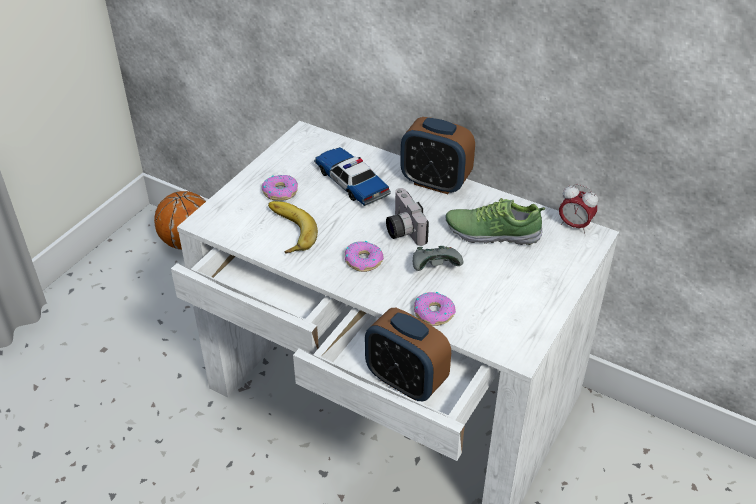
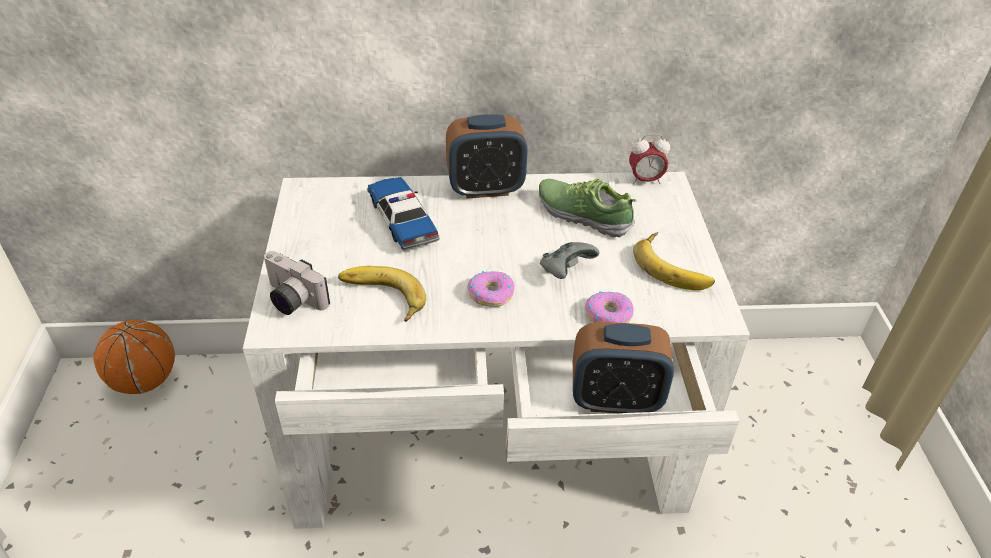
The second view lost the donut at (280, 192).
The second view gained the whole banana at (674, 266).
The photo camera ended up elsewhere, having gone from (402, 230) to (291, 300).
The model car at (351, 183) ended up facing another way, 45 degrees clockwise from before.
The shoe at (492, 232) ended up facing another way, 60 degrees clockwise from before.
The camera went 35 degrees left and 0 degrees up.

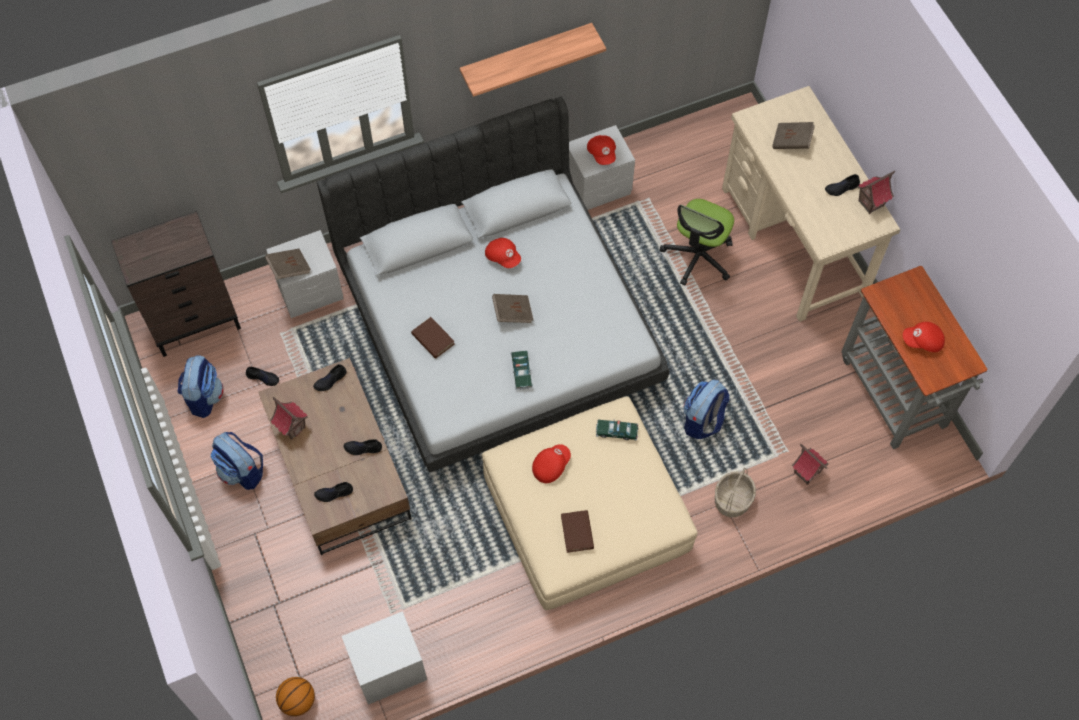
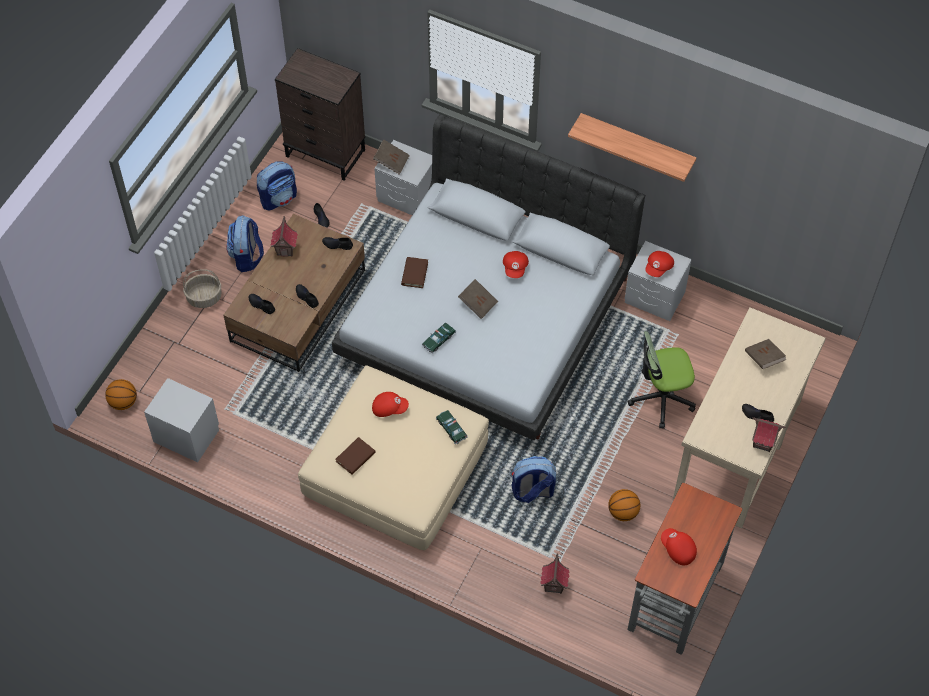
The second view gained the basketball at (622, 512).
The storage basket ended up elsewhere, having gone from (732, 500) to (204, 298).
The camera went 50 degrees right and 5 degrees down.

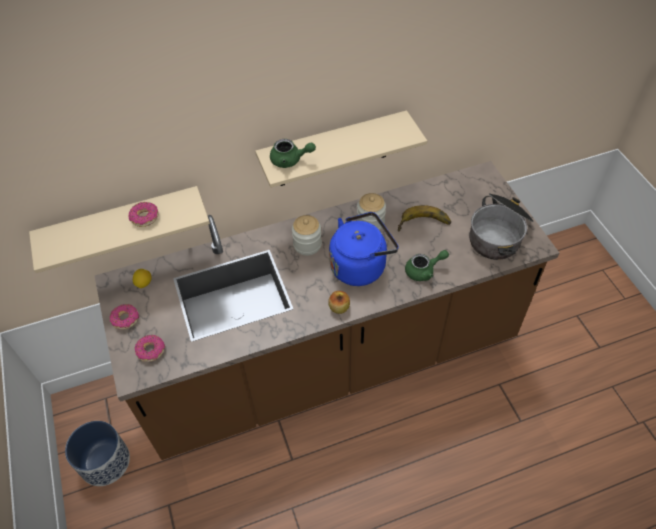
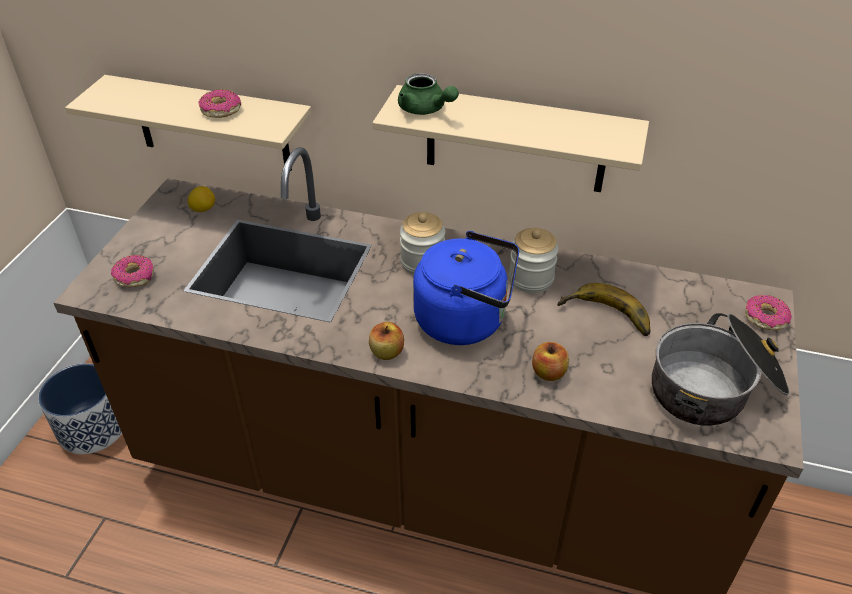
The donut ended up elsewhere, having gone from (125, 319) to (765, 318).
Where the green pot for tea stood at (424, 271), the apple came to stand at (548, 373).
The camera went 35 degrees right and 10 degrees down.

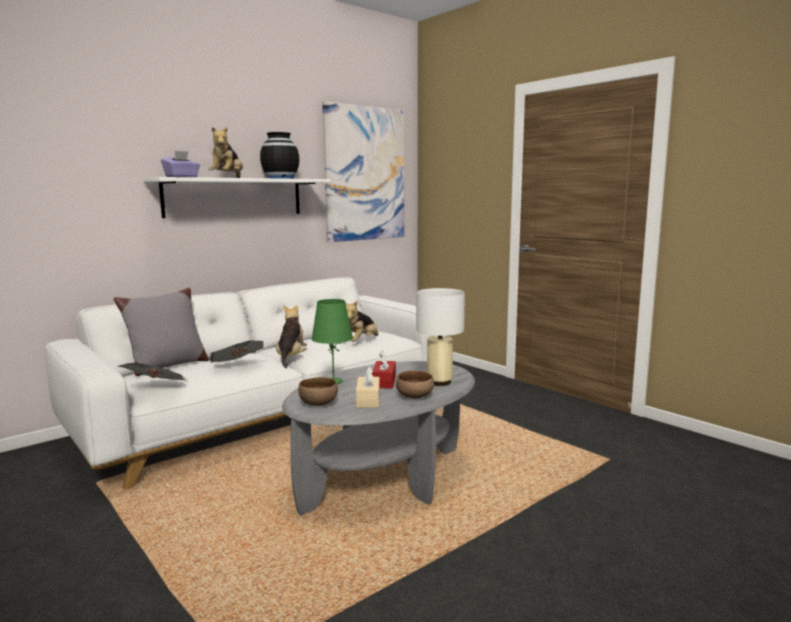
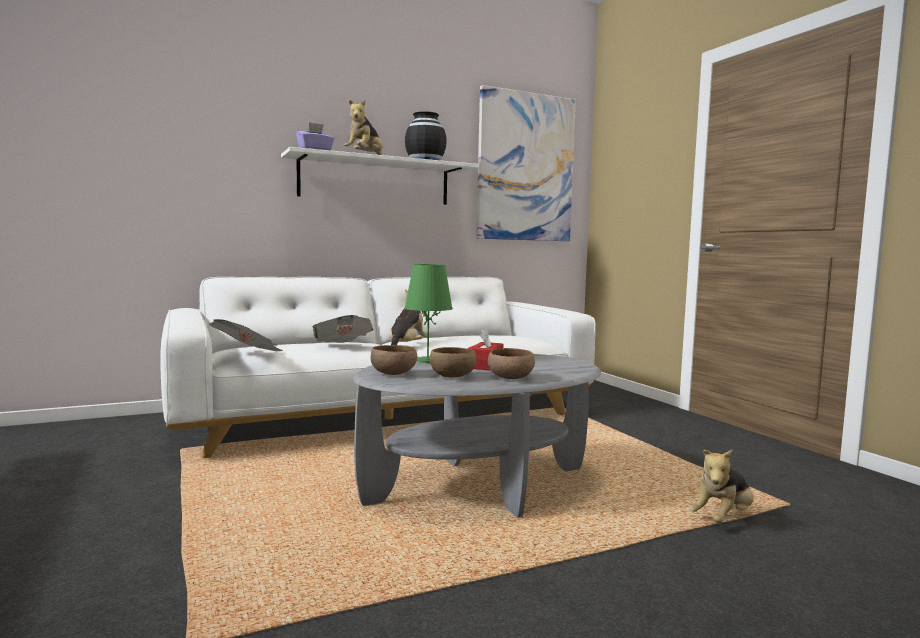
The second view lost the greyish throw pillow at (167, 366).
The second view lost the white table lamp at (439, 382).
The plush toy ended up elsewhere, having gone from (360, 342) to (723, 518).
Where the beige-coloured tissue box stood at (368, 400), the brown-coloured bowl came to stand at (452, 376).
The camera went 15 degrees right and 5 degrees down.

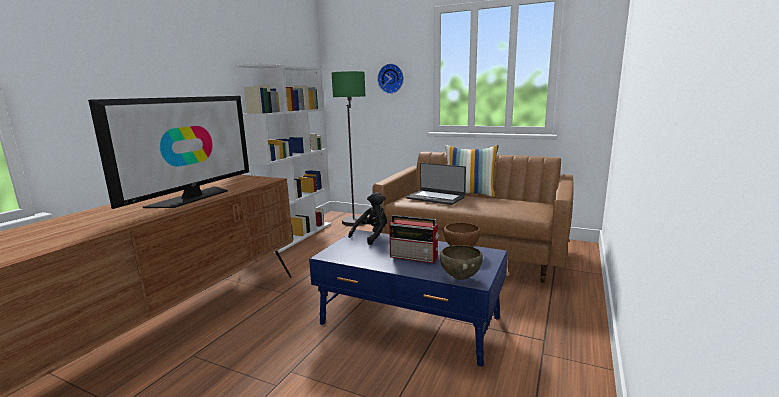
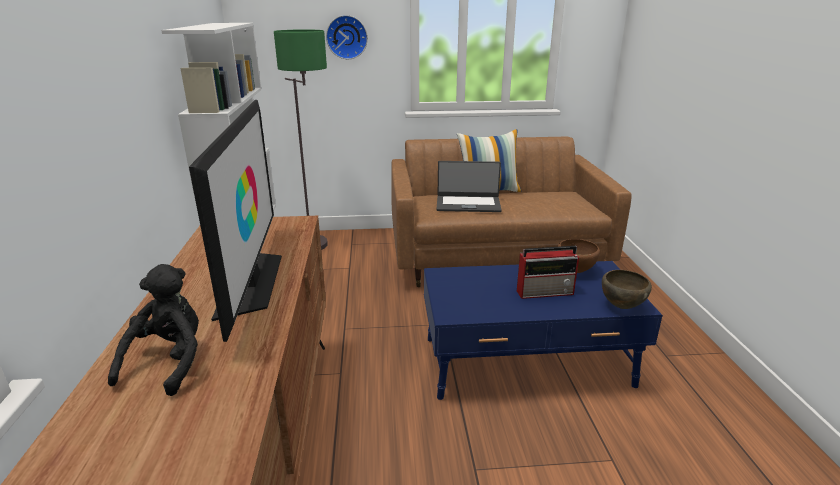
The black-coloured plush toy ended up elsewhere, having gone from (372, 236) to (169, 362).
The camera went 30 degrees left and 10 degrees up.

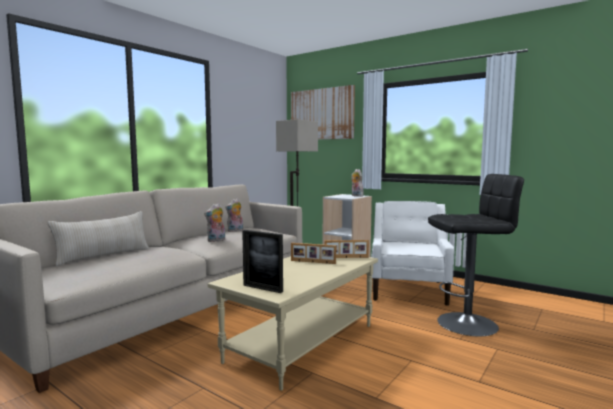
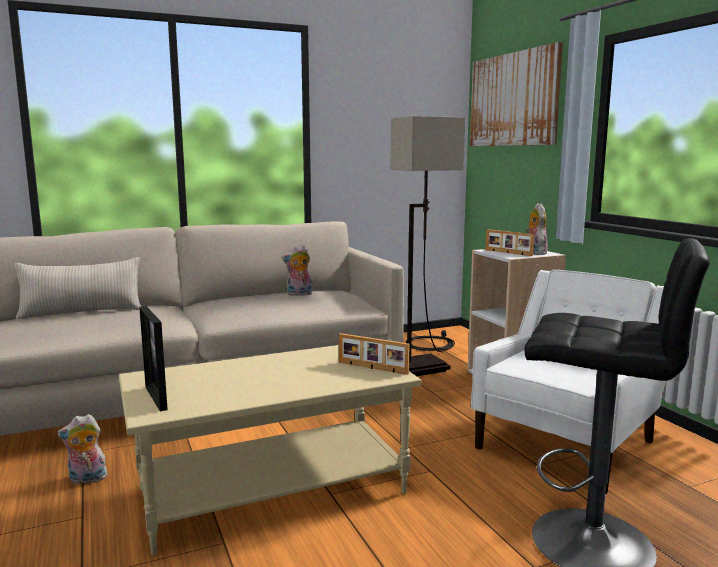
The plush toy ended up elsewhere, having gone from (216, 240) to (86, 479).
The standing frame ended up elsewhere, having gone from (313, 262) to (508, 253).
The camera went 30 degrees right and 5 degrees up.

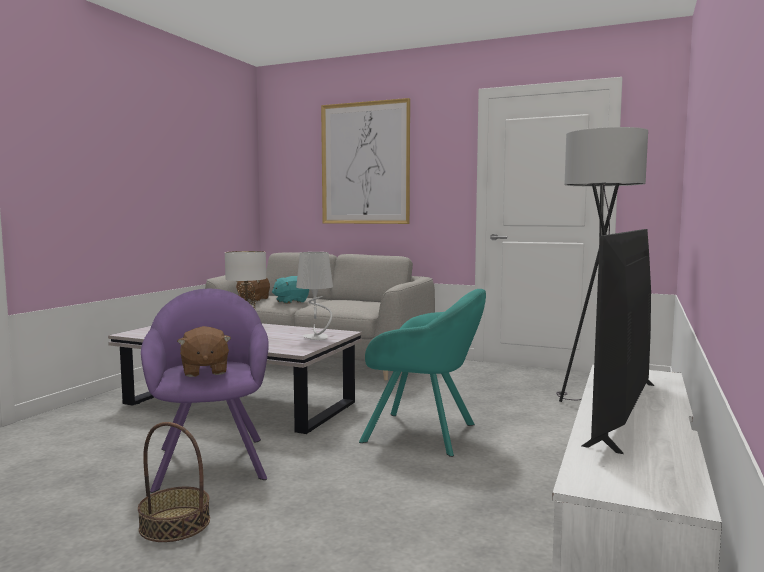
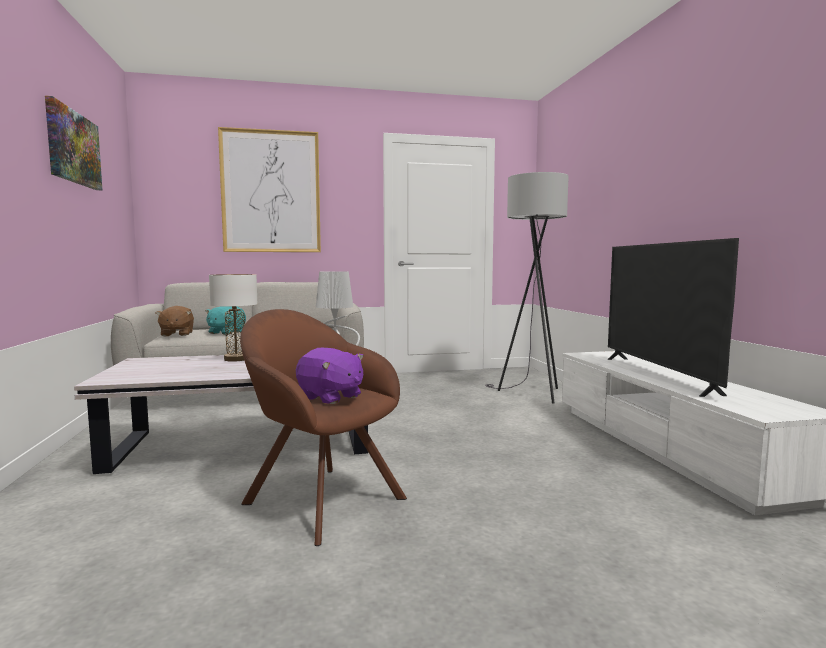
The second view lost the storage basket at (174, 524).
The second view lost the blue-green armchair at (425, 434).
The second view gained the picture at (73, 147).
What was the purplish armchair at (211, 459) turned into the brown-coloured armchair at (319, 498).
What was the brown-coloured plush toy at (204, 371) turned into the purplish plush toy at (330, 397).
The camera went 35 degrees left and 0 degrees up.

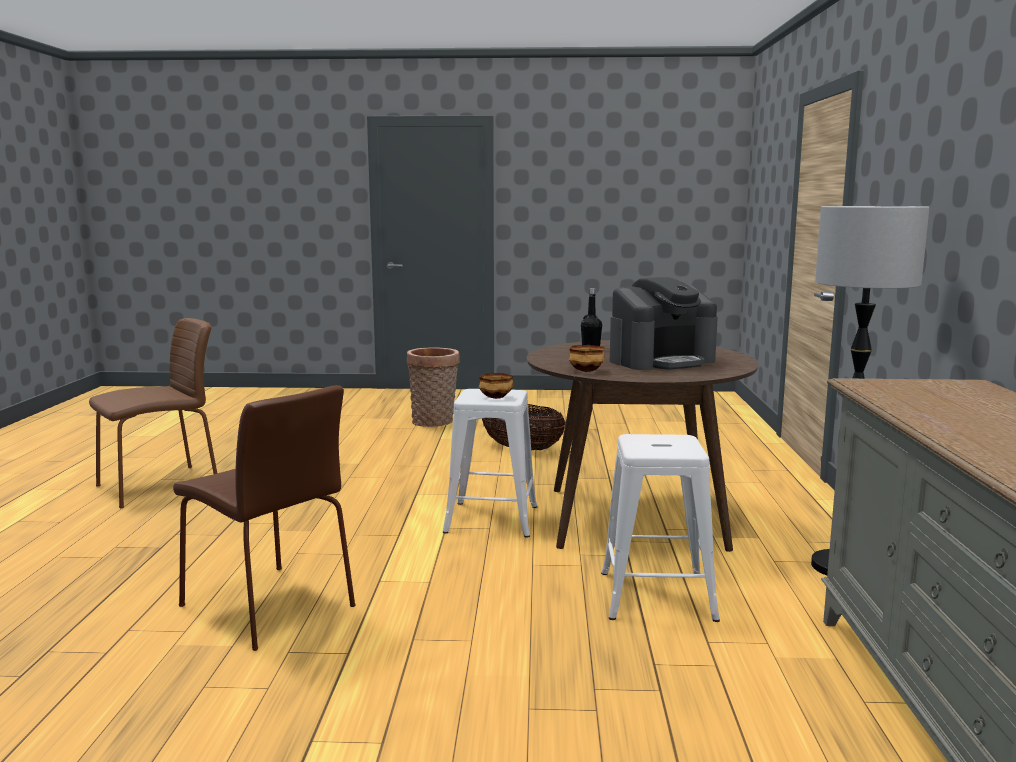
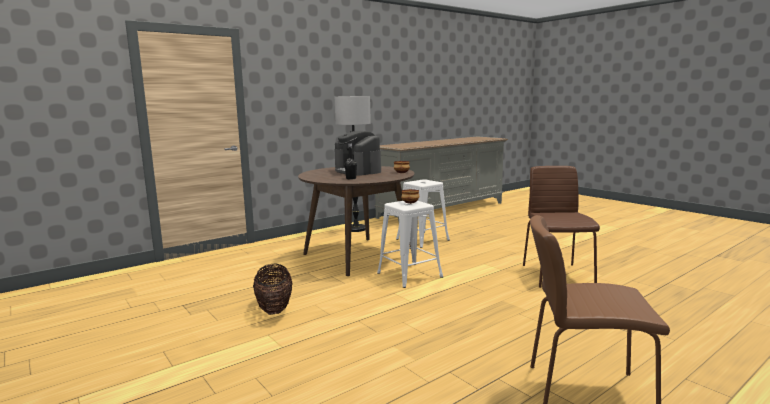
The second view lost the storage basket at (434, 423).
The coffee machine at (661, 361) ended up facing another way, 150 degrees counterclockwise from before.
The camera went 130 degrees left and 0 degrees up.

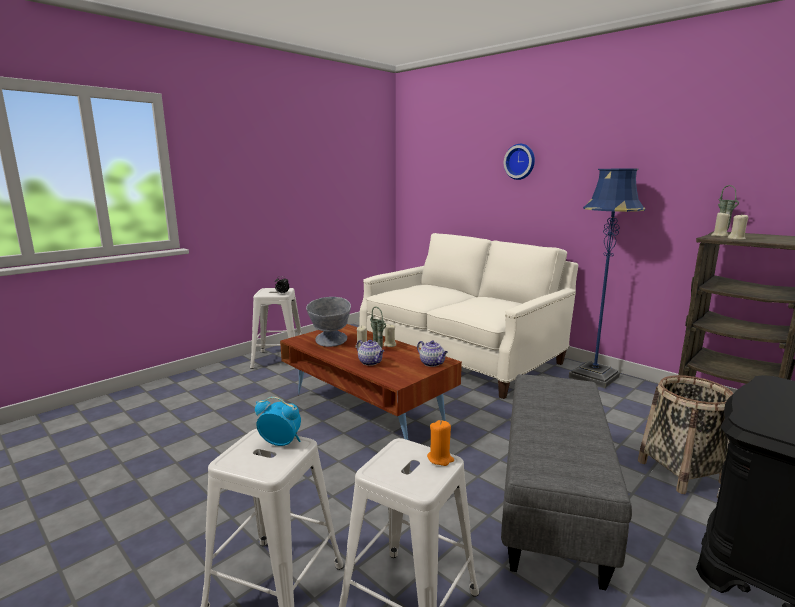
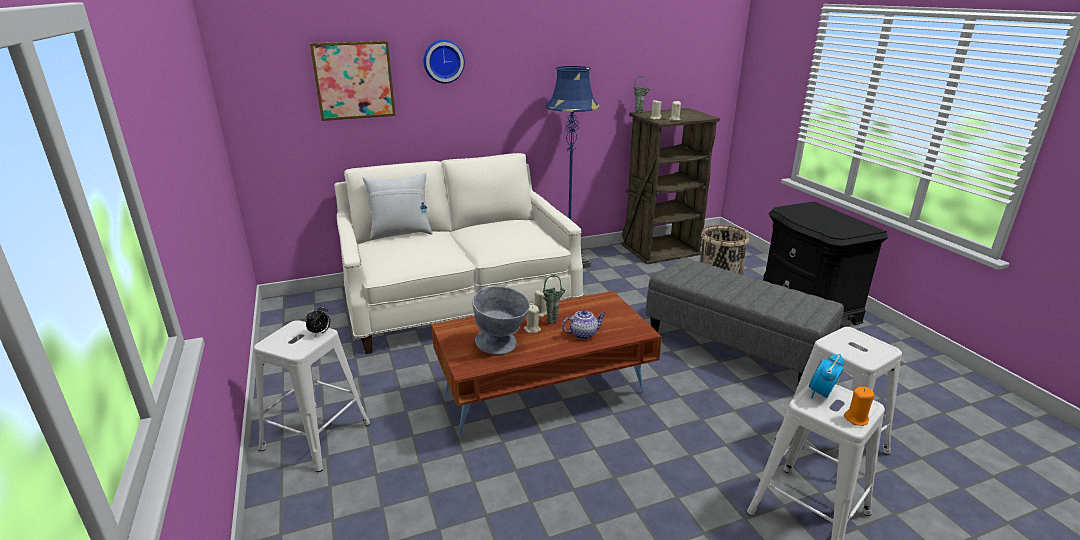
The second view lost the pot for tea at (432, 363).
The second view gained the picture at (354, 80).
The second view gained the greyish throw pillow at (401, 234).
The orangey wax light ended up elsewhere, having gone from (440, 459) to (856, 419).
The camera went 65 degrees left and 10 degrees up.

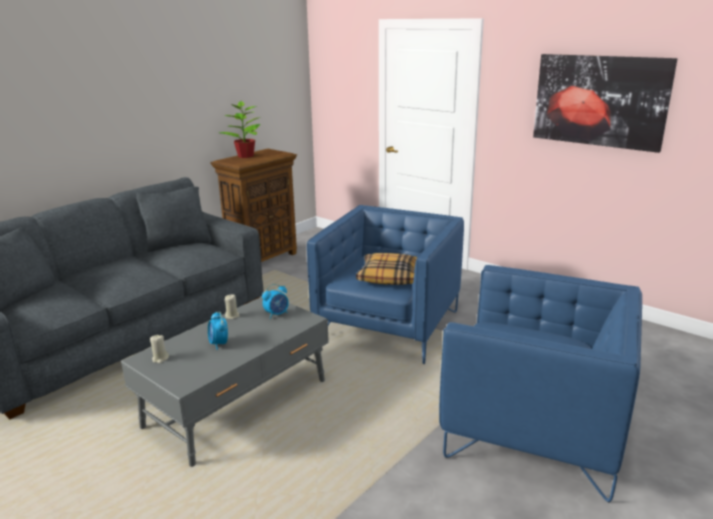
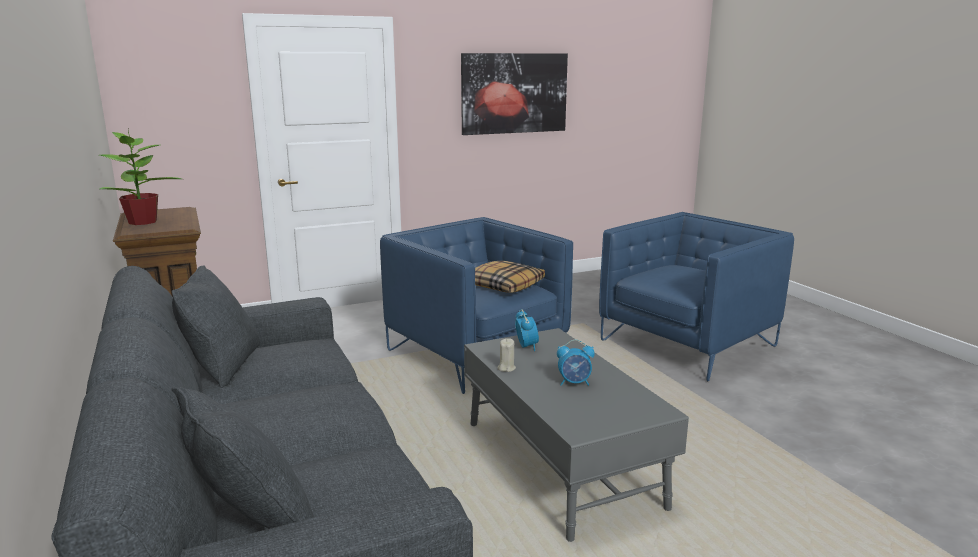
The second view lost the beige-coloured wax light at (160, 358).
The camera went 65 degrees left and 5 degrees down.

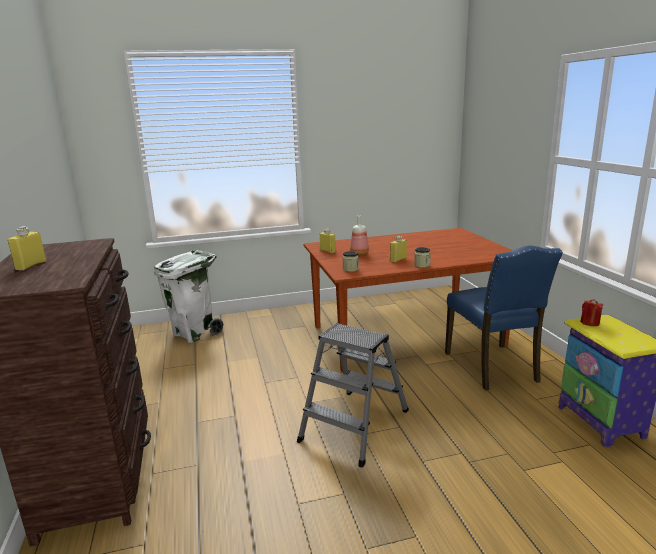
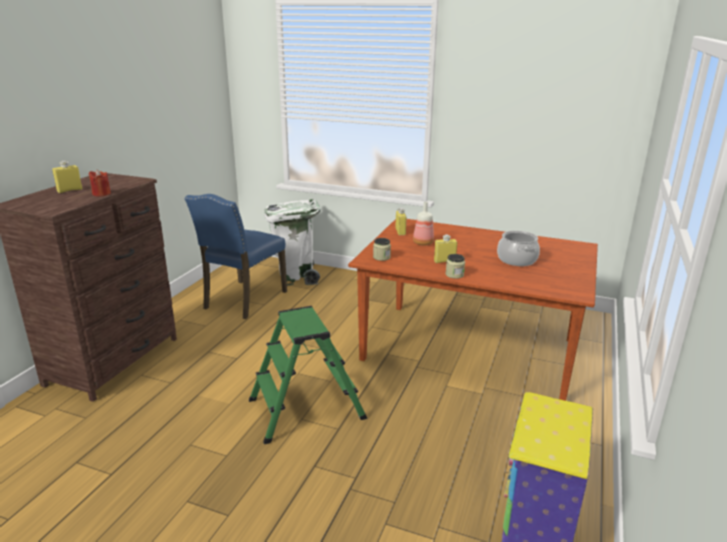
The second view gained the stockpot at (516, 260).
The blue-coloured plain chair ended up elsewhere, having gone from (493, 367) to (243, 300).
The reddish wax light ended up elsewhere, having gone from (590, 323) to (101, 194).
What was the greyish step ladder at (355, 425) turned into the green step ladder at (306, 409).
The camera went 35 degrees right and 5 degrees up.

